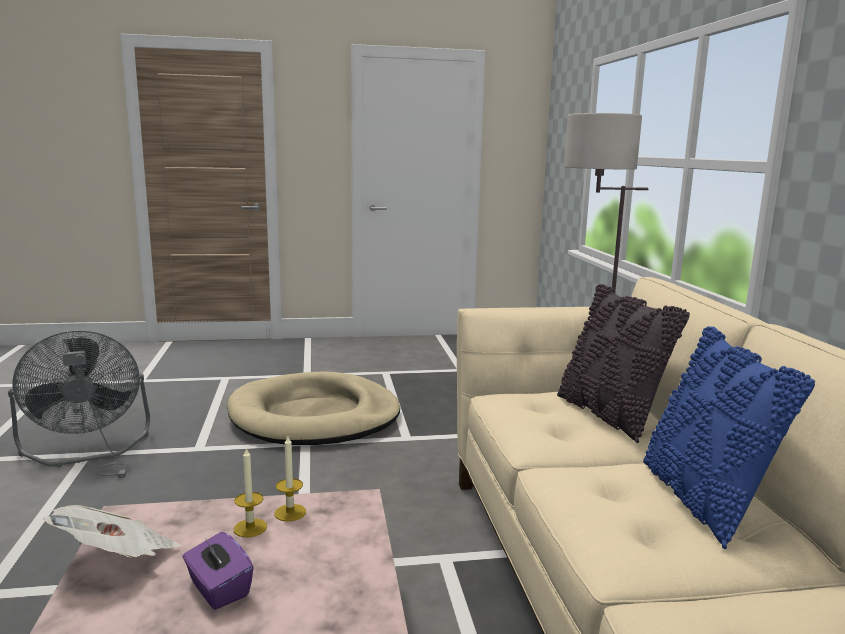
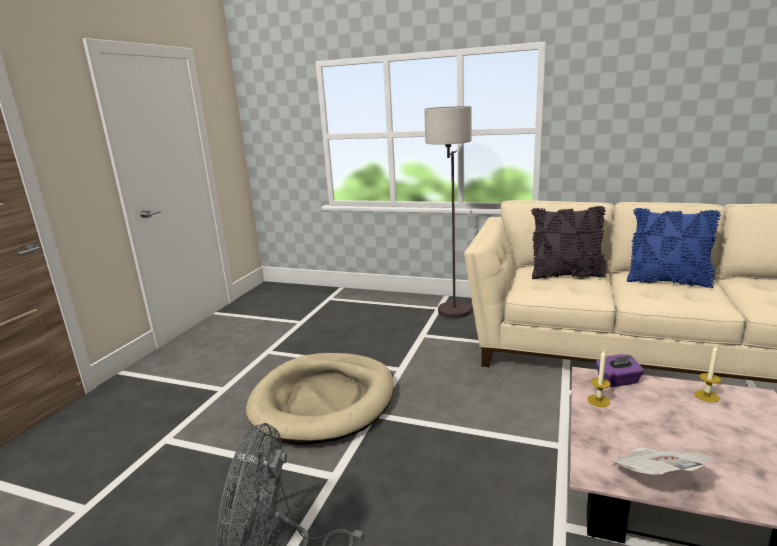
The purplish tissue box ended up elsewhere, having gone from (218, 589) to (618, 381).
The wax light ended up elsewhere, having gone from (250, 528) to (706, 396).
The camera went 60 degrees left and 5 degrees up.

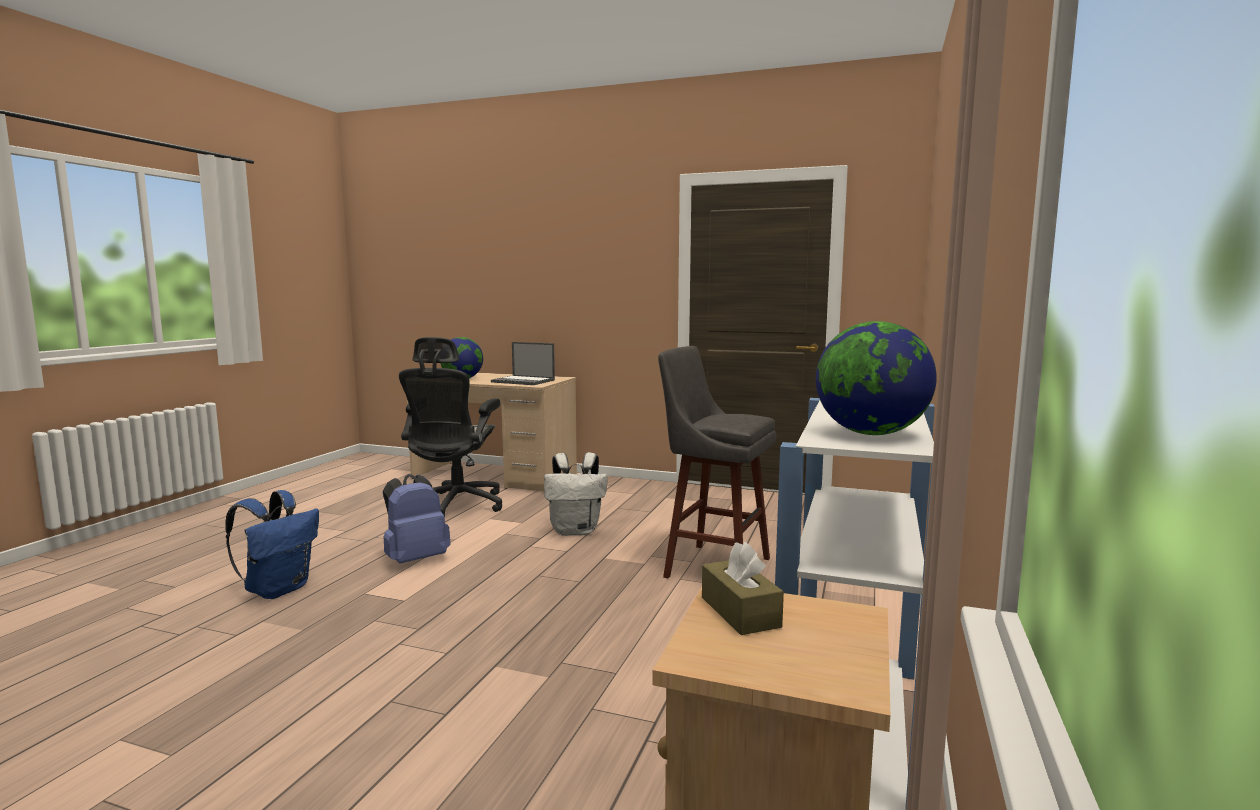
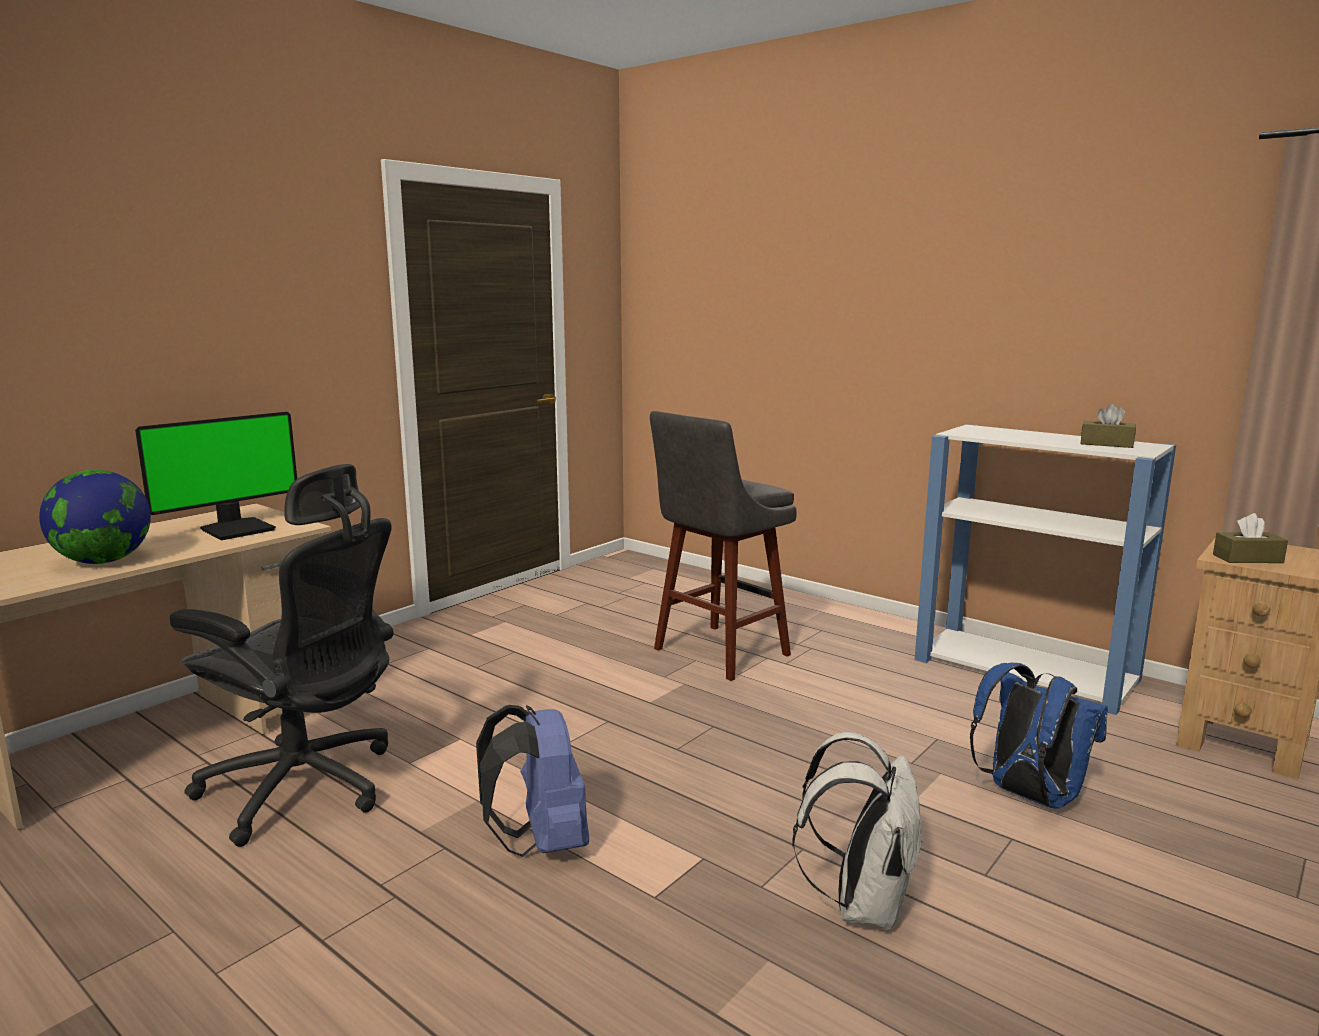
The blue-coloured knapsack ended up elsewhere, having gone from (278, 589) to (1028, 796).
The white knapsack ended up elsewhere, having gone from (576, 531) to (862, 903).
Where the notebook computer stood at (524, 381), the computer screen came to stand at (237, 529).
Where the desk globe stood at (870, 433), the brown-coloured tissue box came to stand at (1106, 444).
The camera went 70 degrees left and 5 degrees up.

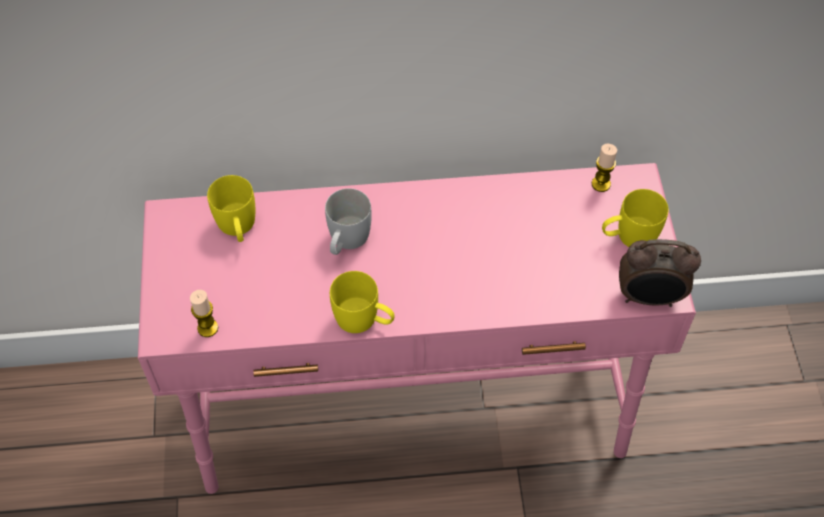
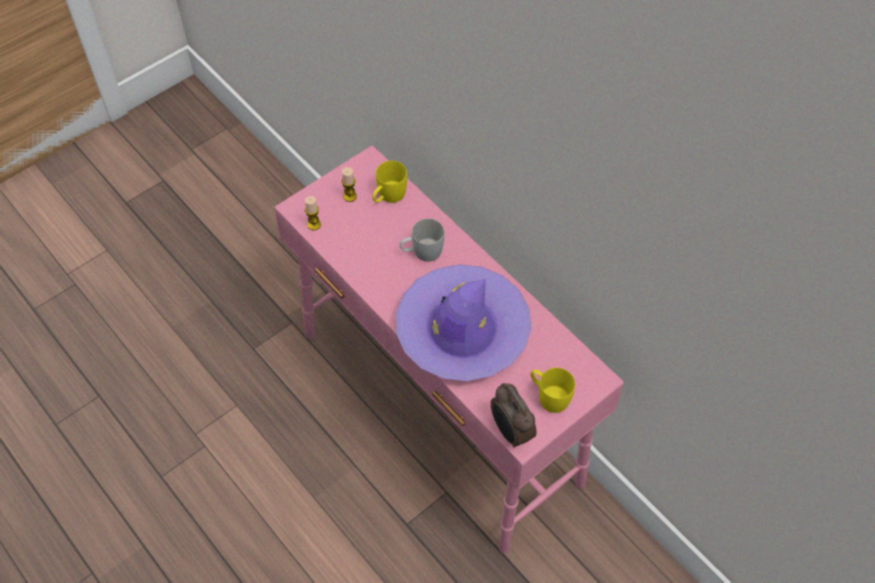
The second view lost the yellow-coloured tea mug at (364, 320).
The second view gained the purplish clothing hat at (462, 331).
The wax light ended up elsewhere, having gone from (601, 184) to (350, 196).
The camera went 55 degrees right and 0 degrees up.

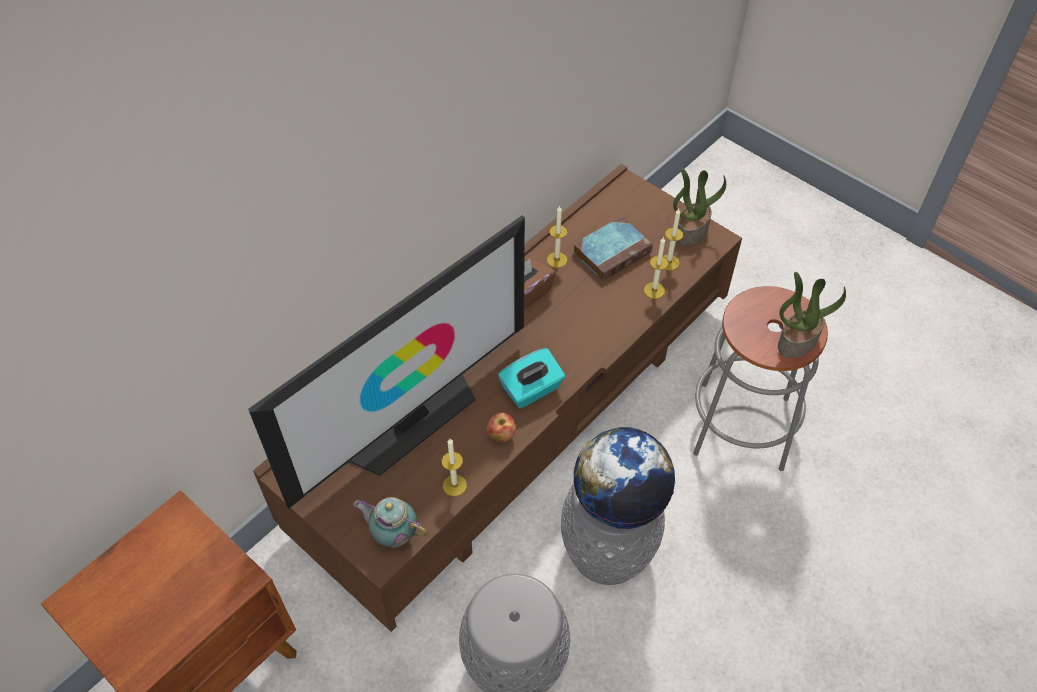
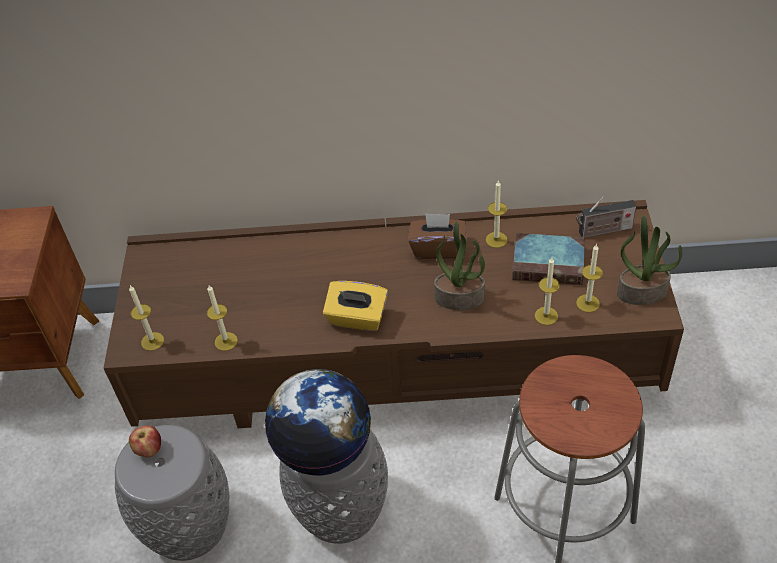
The second view lost the TV at (411, 419).
The second view gained the radio set at (603, 231).
The apple ended up elsewhere, having gone from (501, 435) to (149, 450).
The plant in a pot ended up elsewhere, having gone from (797, 340) to (460, 297).
Where the pot for tea stood at (393, 534), the wax light came to stand at (152, 341).
What was the blue-green tissue box at (531, 390) turned into the yellow-coloured tissue box at (357, 318).
The camera went 50 degrees right and 5 degrees down.

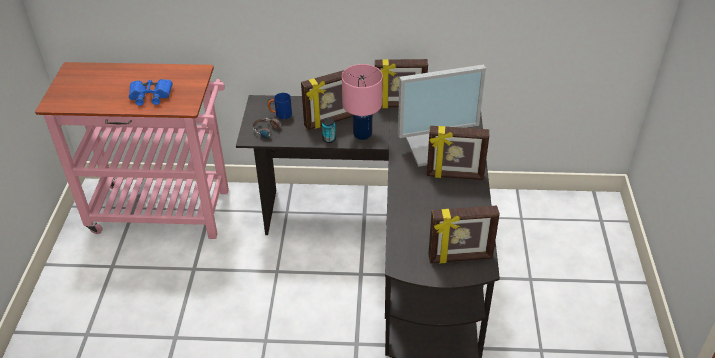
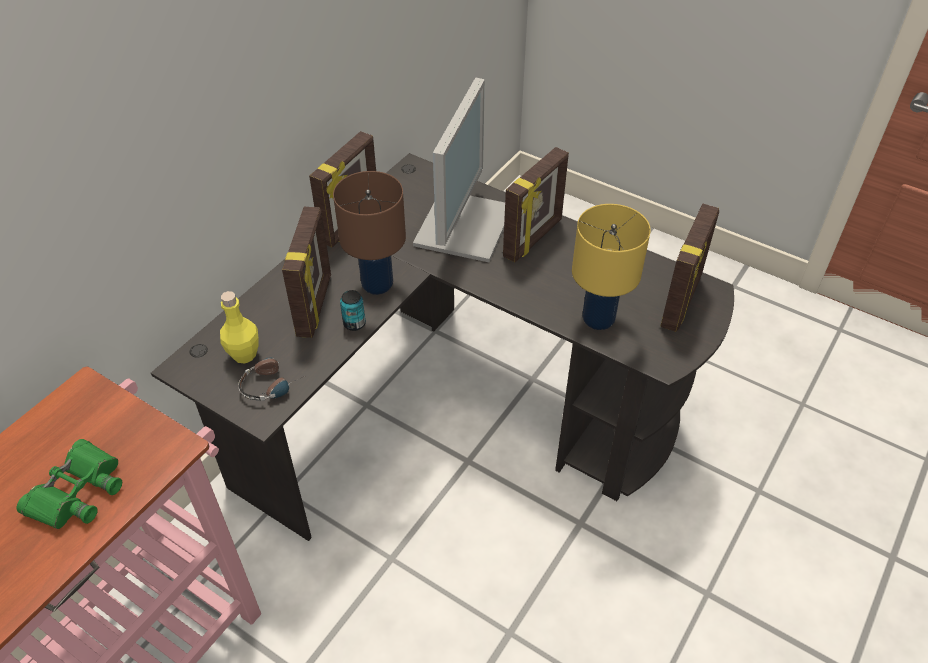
The second view gained the yellow-coloured table lamp at (600, 320).
Where the blue-coloured tea mug stood at (280, 115), the yellow-coloured bottle came to stand at (244, 354).
What was the blue-coloured pair of binoculars at (150, 95) turned into the green pair of binoculars at (77, 491).
What was the pink-coloured table lamp at (363, 135) turned into the brown-coloured table lamp at (378, 284).
The camera went 60 degrees left and 5 degrees up.

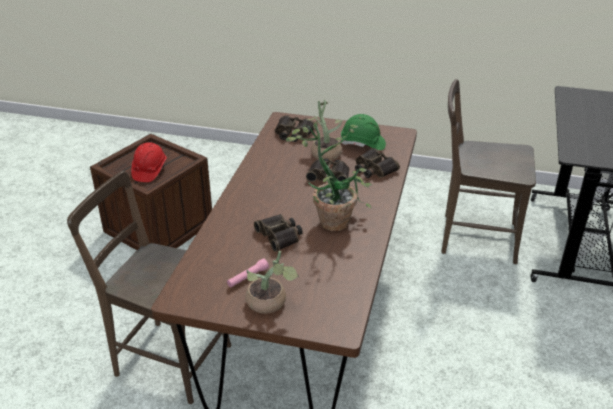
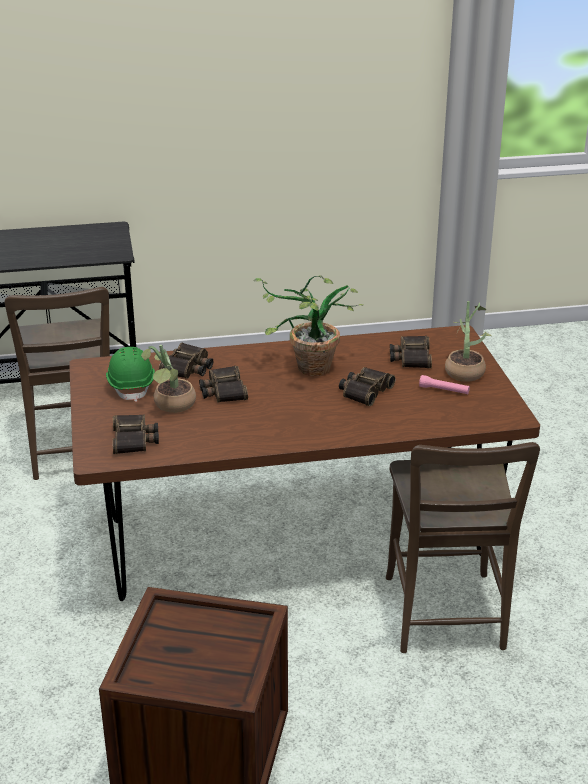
The second view lost the reddish safety helmet at (149, 170).
The second view gained the pair of binoculars at (410, 357).
The camera went 115 degrees left and 5 degrees down.

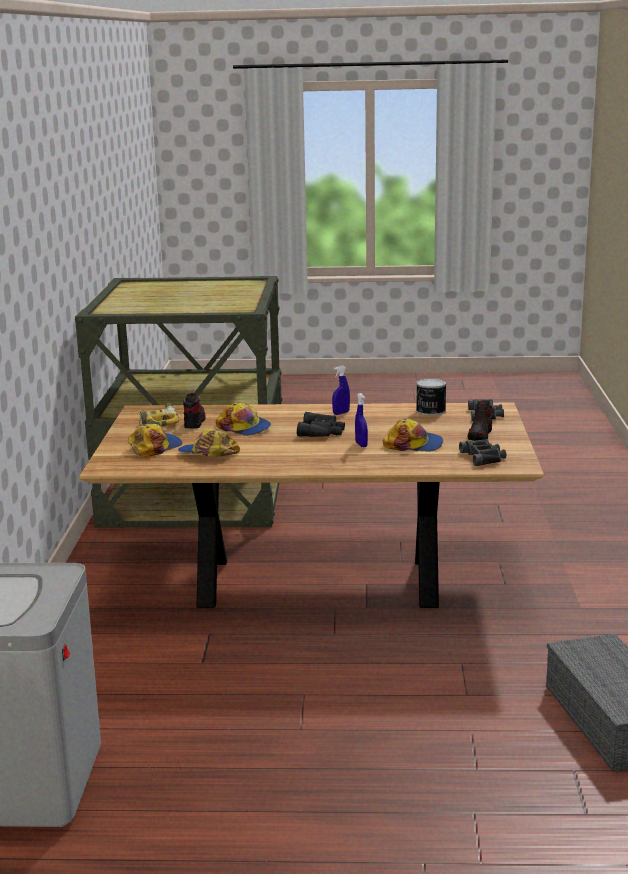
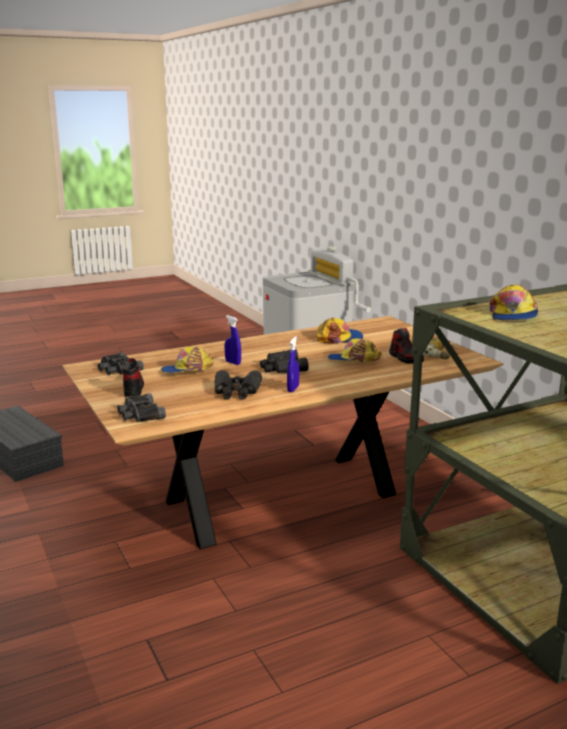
The second view lost the can at (430, 411).
The second view gained the black-coloured pair of binoculars at (237, 392).
The baseball cap ended up elsewhere, having gone from (154, 447) to (512, 315).
The camera went 150 degrees right and 0 degrees up.

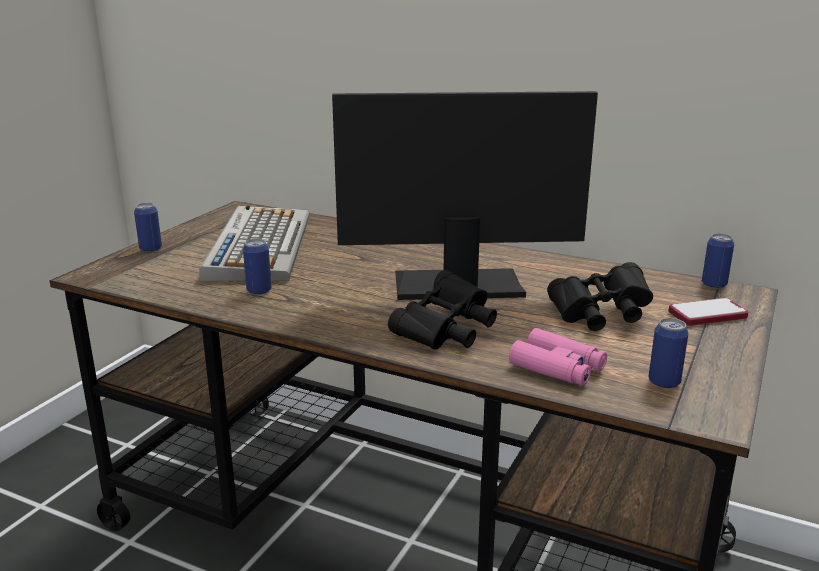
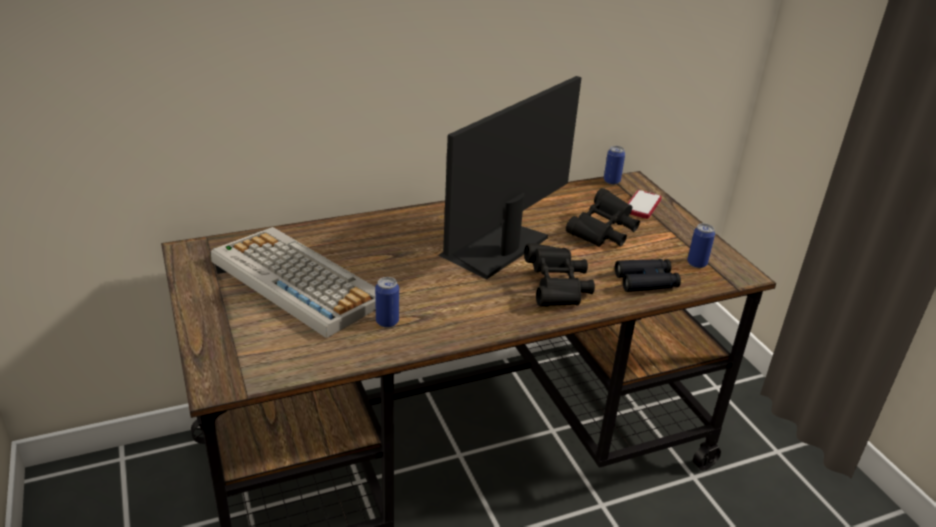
The second view lost the can at (150, 249).
What was the pink-coloured pair of binoculars at (557, 368) turned into the black-coloured pair of binoculars at (646, 281).
The camera went 50 degrees left and 10 degrees up.

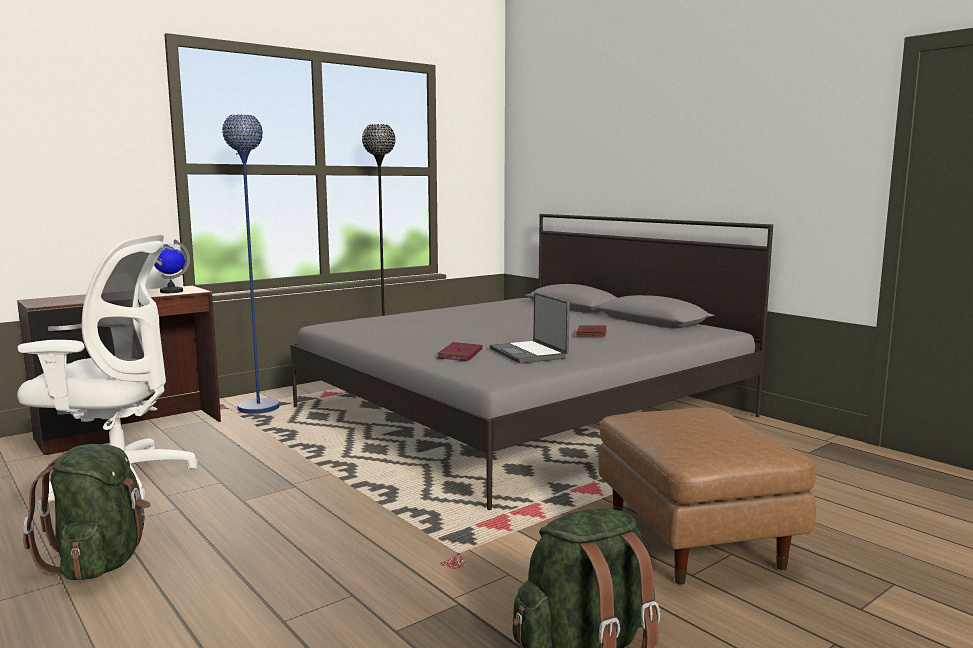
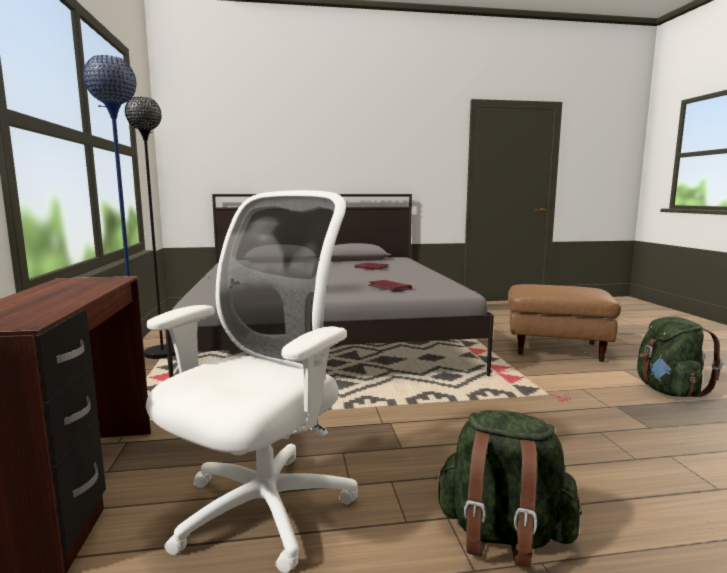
The second view lost the desk globe at (171, 291).
The second view lost the notebook computer at (529, 353).
The camera went 60 degrees left and 0 degrees up.

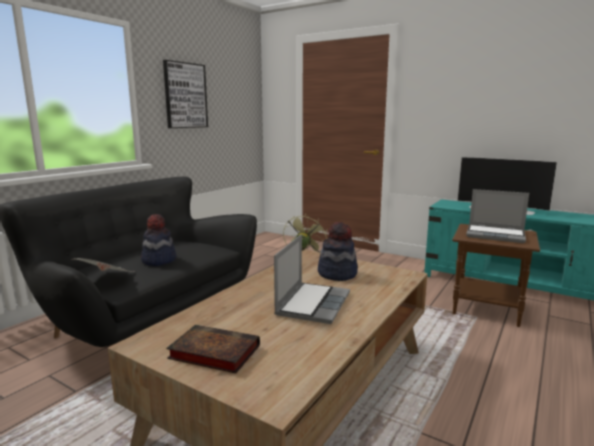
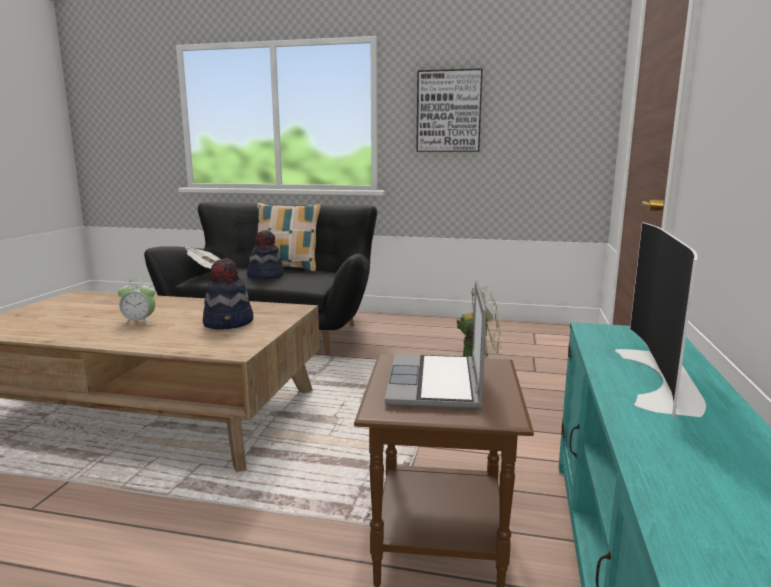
The second view lost the book at (212, 352).
The second view gained the throw pillow at (287, 268).
Where the notebook computer stood at (312, 303), the bedside clock came to stand at (139, 322).
The camera went 70 degrees right and 0 degrees up.

